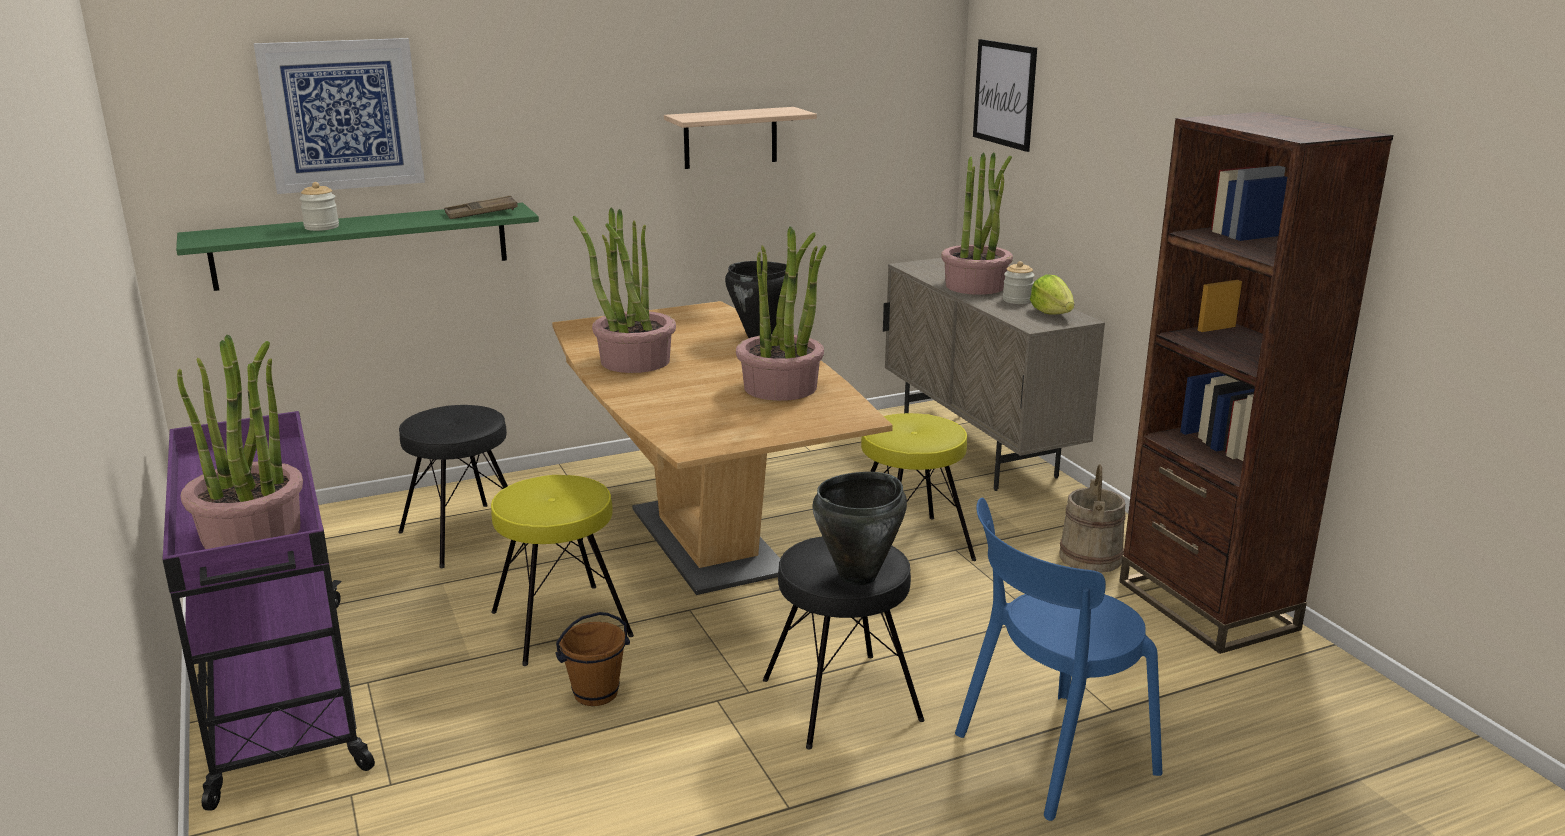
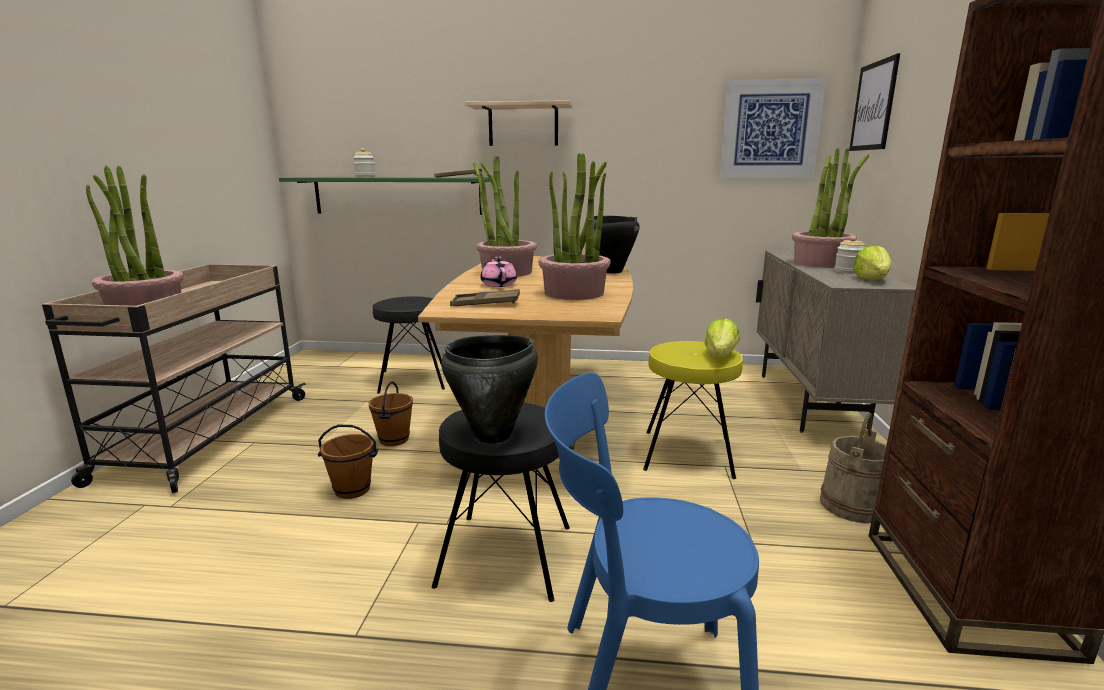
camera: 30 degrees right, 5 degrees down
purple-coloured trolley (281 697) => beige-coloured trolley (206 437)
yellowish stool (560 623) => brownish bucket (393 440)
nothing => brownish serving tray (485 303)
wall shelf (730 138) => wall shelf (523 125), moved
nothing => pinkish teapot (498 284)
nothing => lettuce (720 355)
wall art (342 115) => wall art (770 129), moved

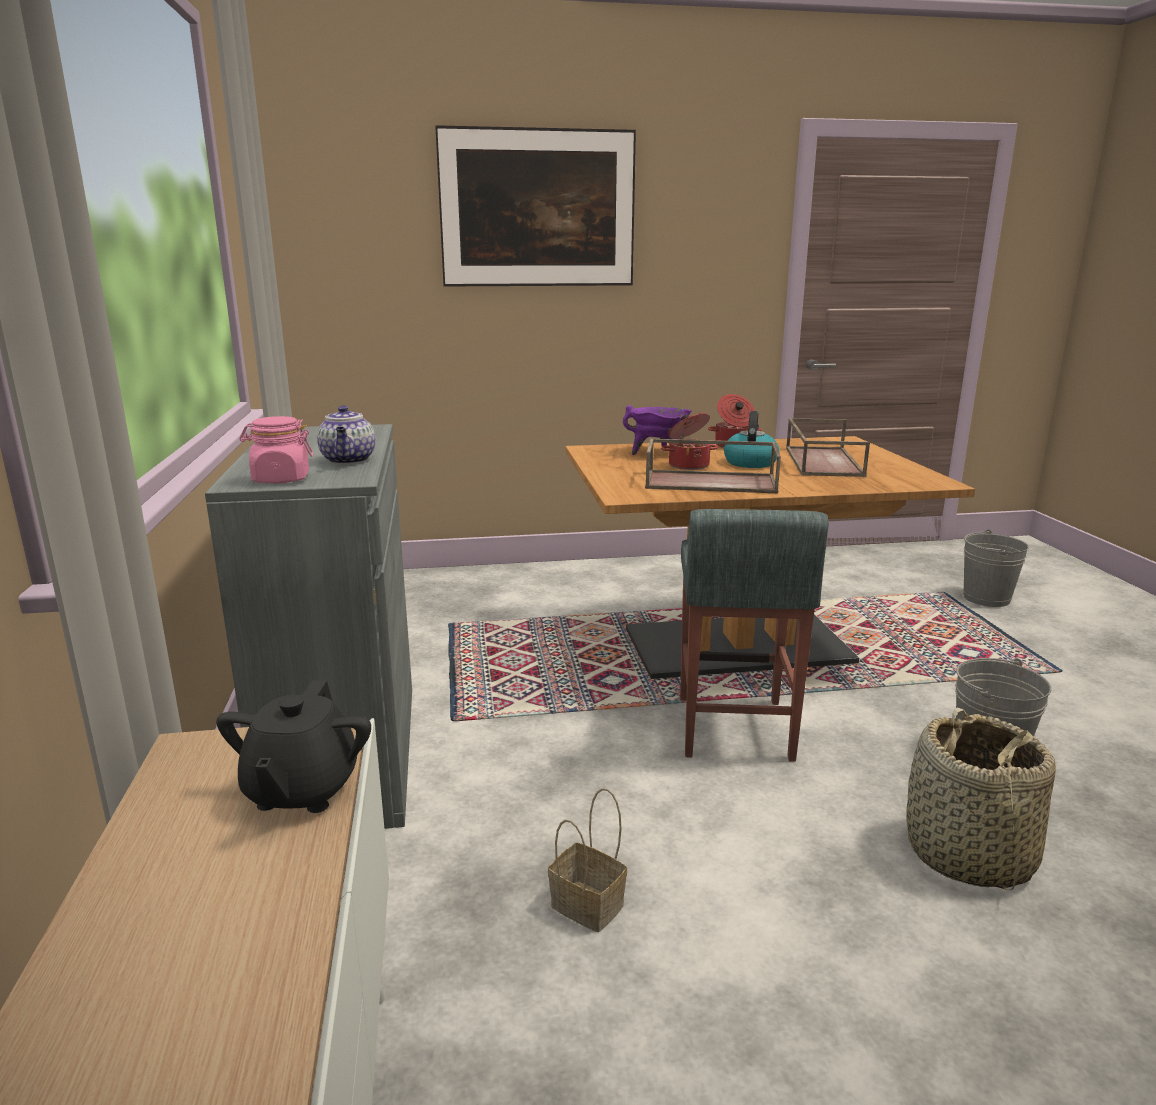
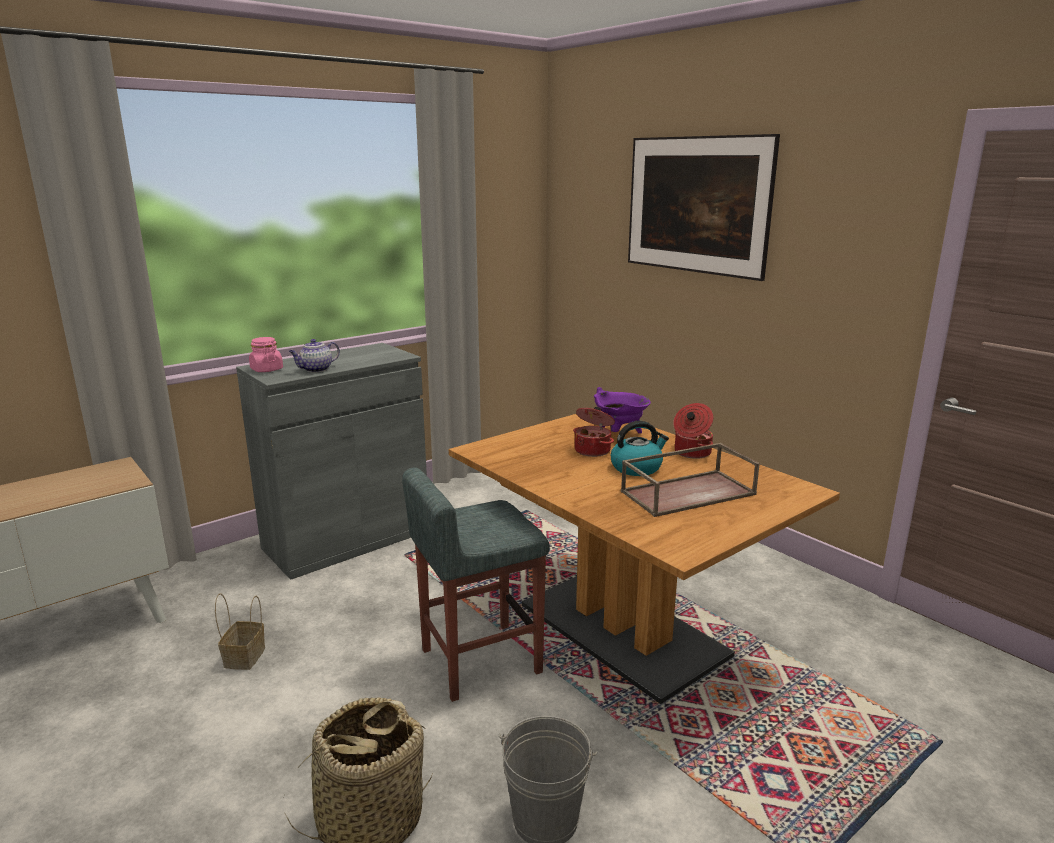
camera: 60 degrees right, 0 degrees up
black teapot (301 790) => nothing
brownish serving tray (712 482) => nothing
gray bucket (986 598) => nothing

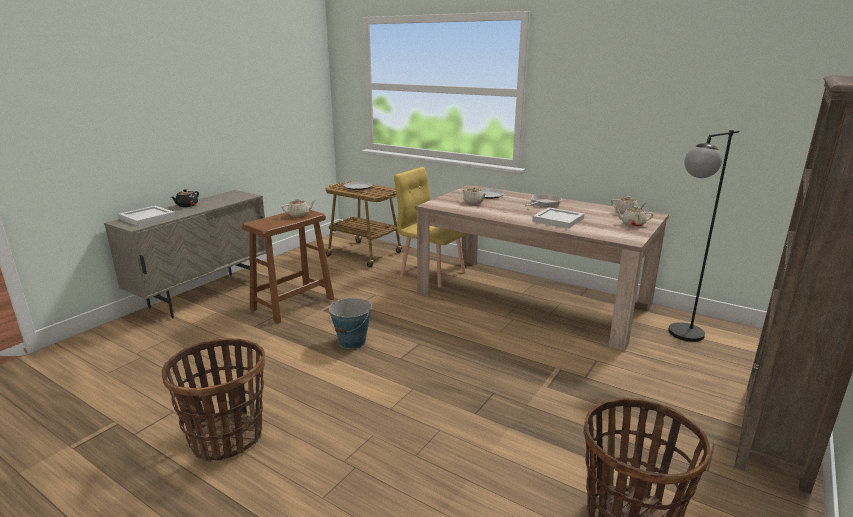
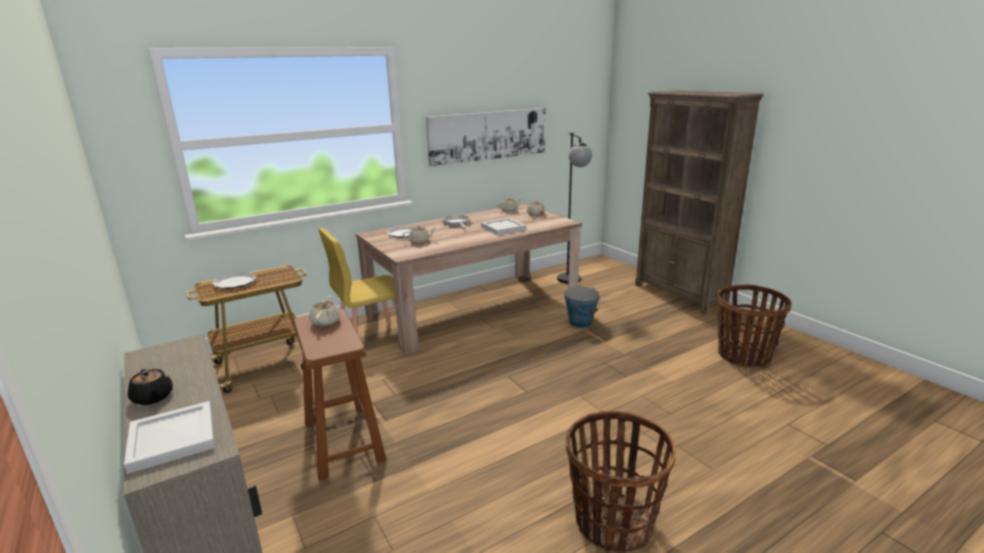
camera: 65 degrees left, 0 degrees up
nothing => wall art (489 135)
bucket (352 342) => bucket (580 323), moved

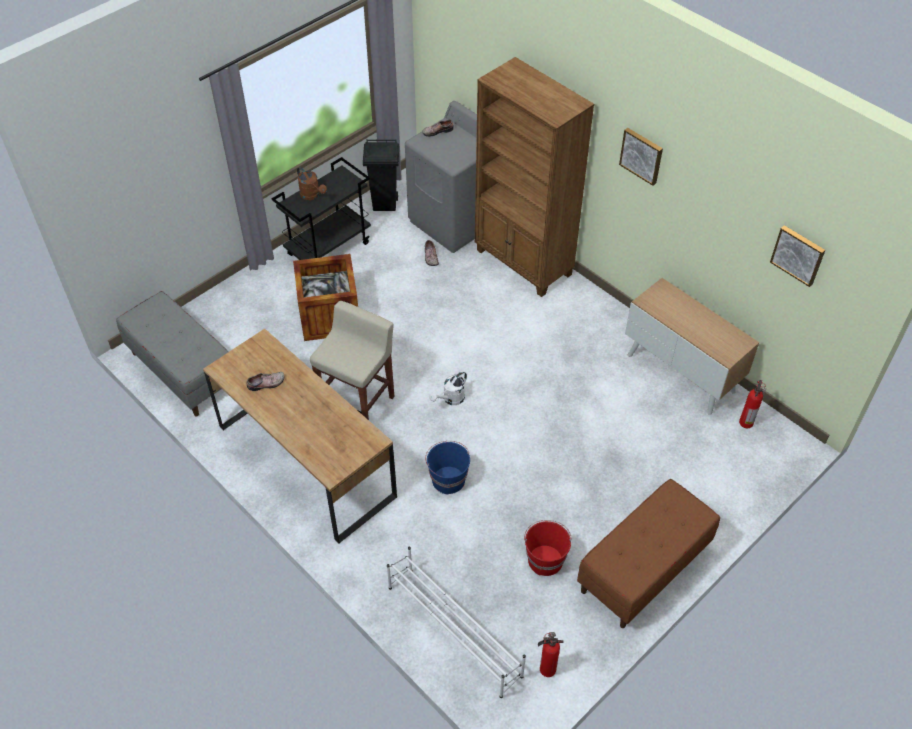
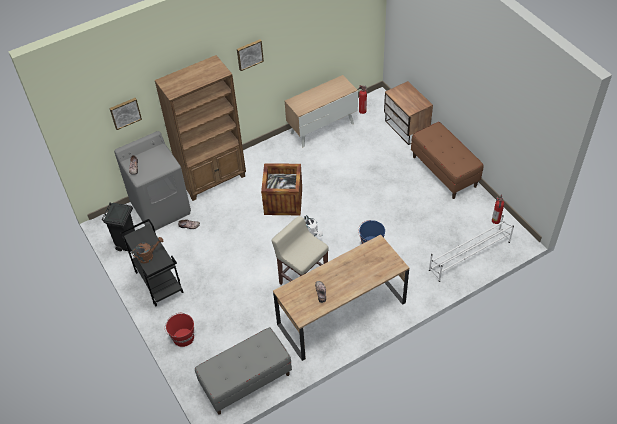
camera: 75 degrees left, 0 degrees up
wall art (798 254) => wall art (125 113), moved
red bucket (545 559) => red bucket (183 337), moved
packing crate (329 316) => packing crate (283 201), moved
nothing => nightstand (406 128)

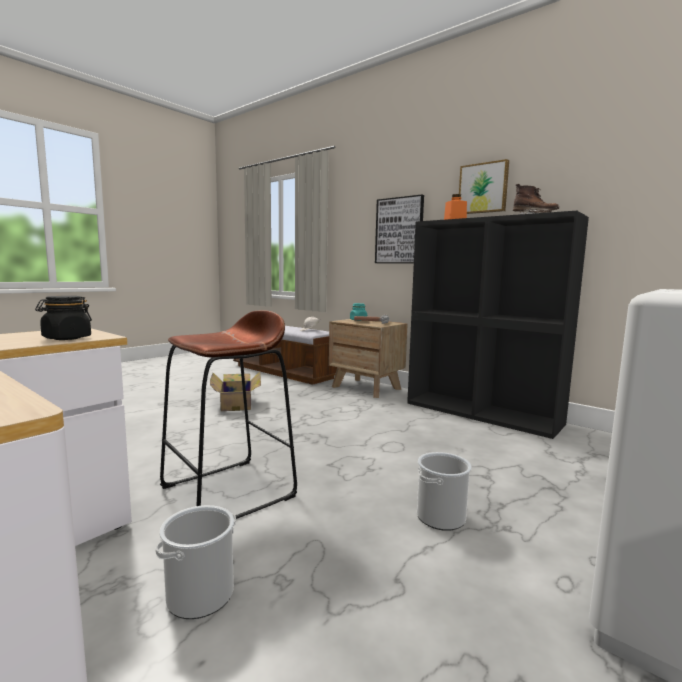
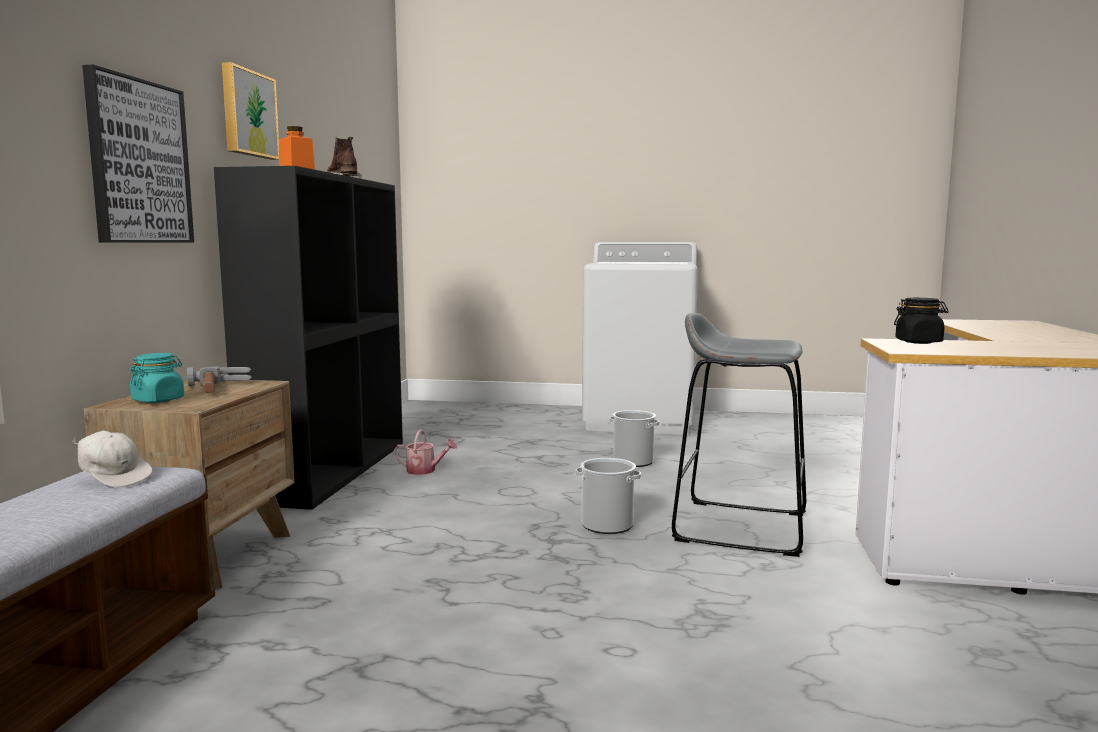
camera: 120 degrees left, 0 degrees up
nothing => sprinkling can (425 470)
bucket (200 595) => bucket (607 525), moved
brownish stool (229 492) => gray stool (740 527)
carton (237 403) => nothing

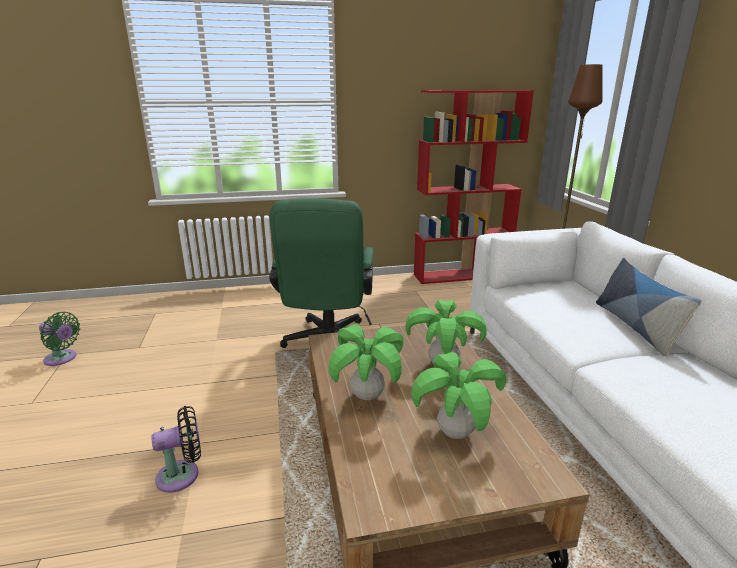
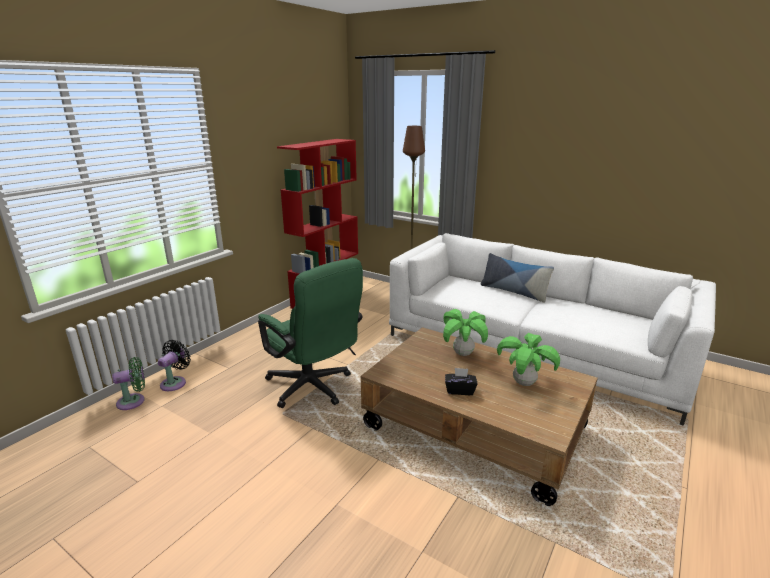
camera: 45 degrees left, 0 degrees up
green-coloured cooling fan (62 359) => green-coloured cooling fan (134 401), moved
black cooling fan (182 475) => black cooling fan (175 382), moved
plant in a pot (367 396) => black tissue holder (460 390)

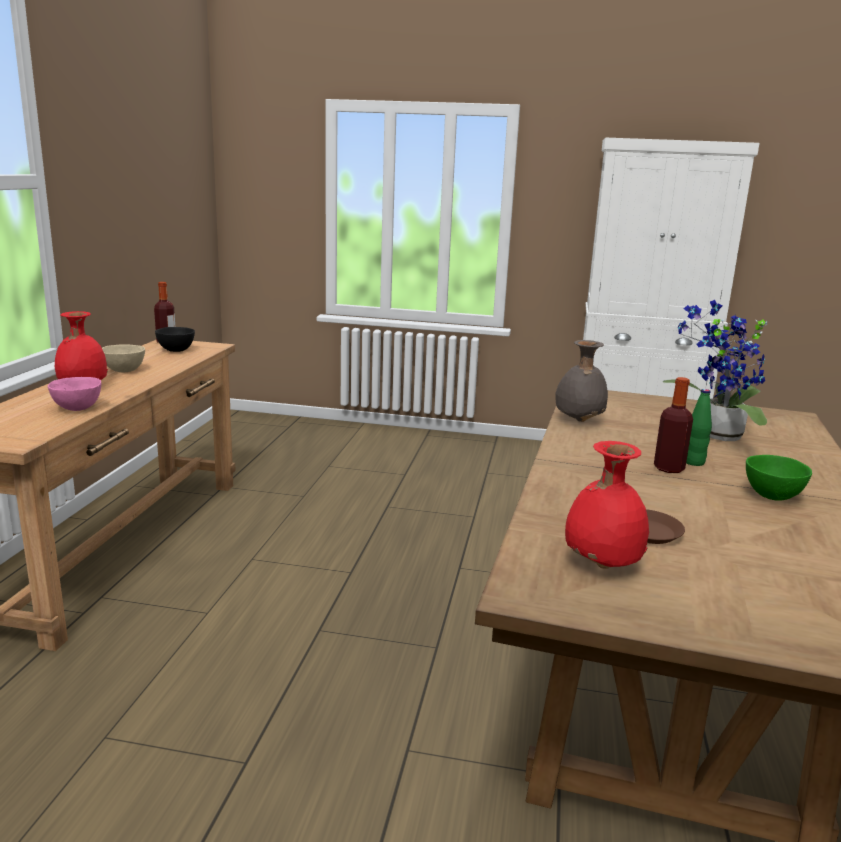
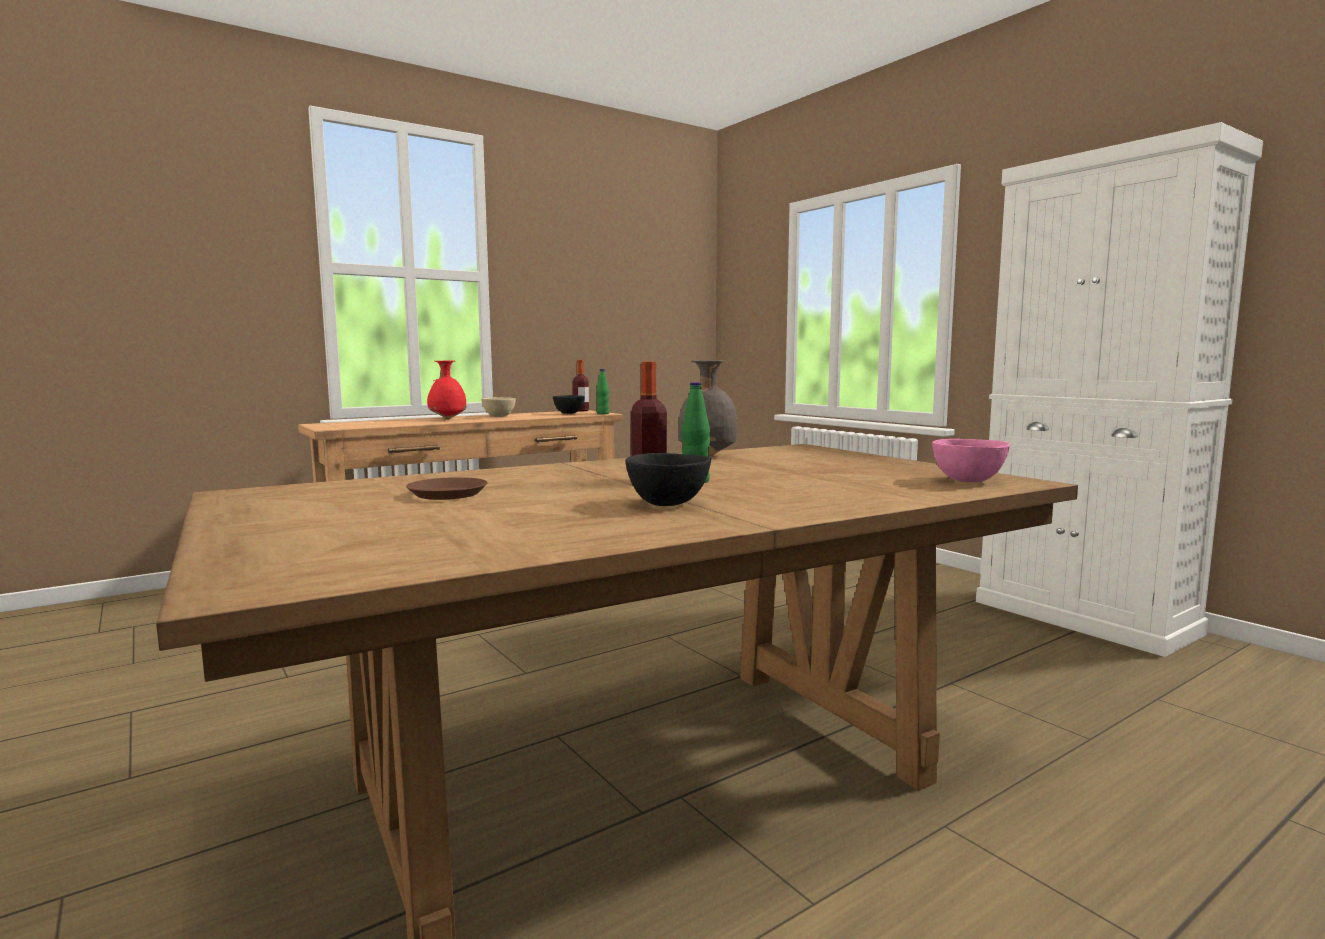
camera: 45 degrees right, 10 degrees down
nothing => green-coloured beverage bottle (603 413)
green-coloured bowl (772 495) => black bowl (669 504)
pinkish bowl (77 409) => pinkish bowl (967 481), moved
red flower vase (601 563) => nothing
plant in a pot (715 436) => nothing

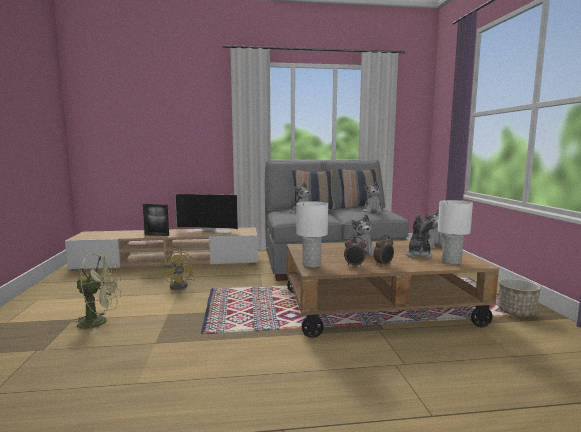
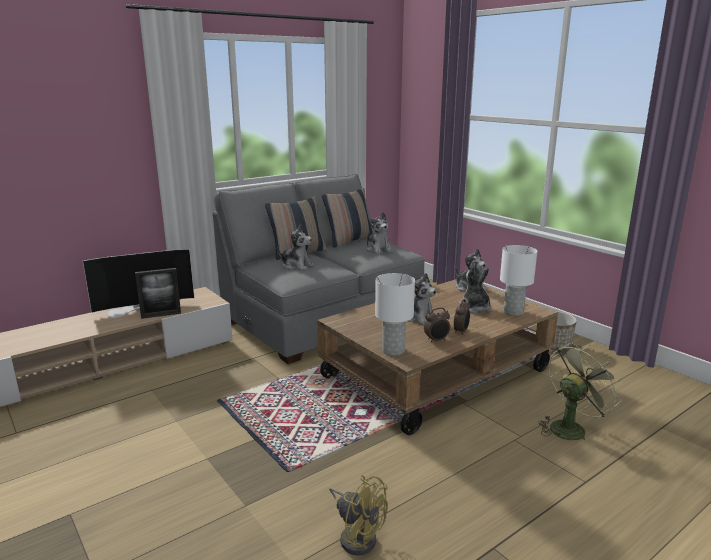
camera: 30 degrees left, 10 degrees up
picture frame (157 235) => picture frame (161 315), moved
yellowish cooling fan (181 285) => yellowish cooling fan (357 535), moved
green-coloured cooling fan (99 322) => green-coloured cooling fan (571 427), moved

